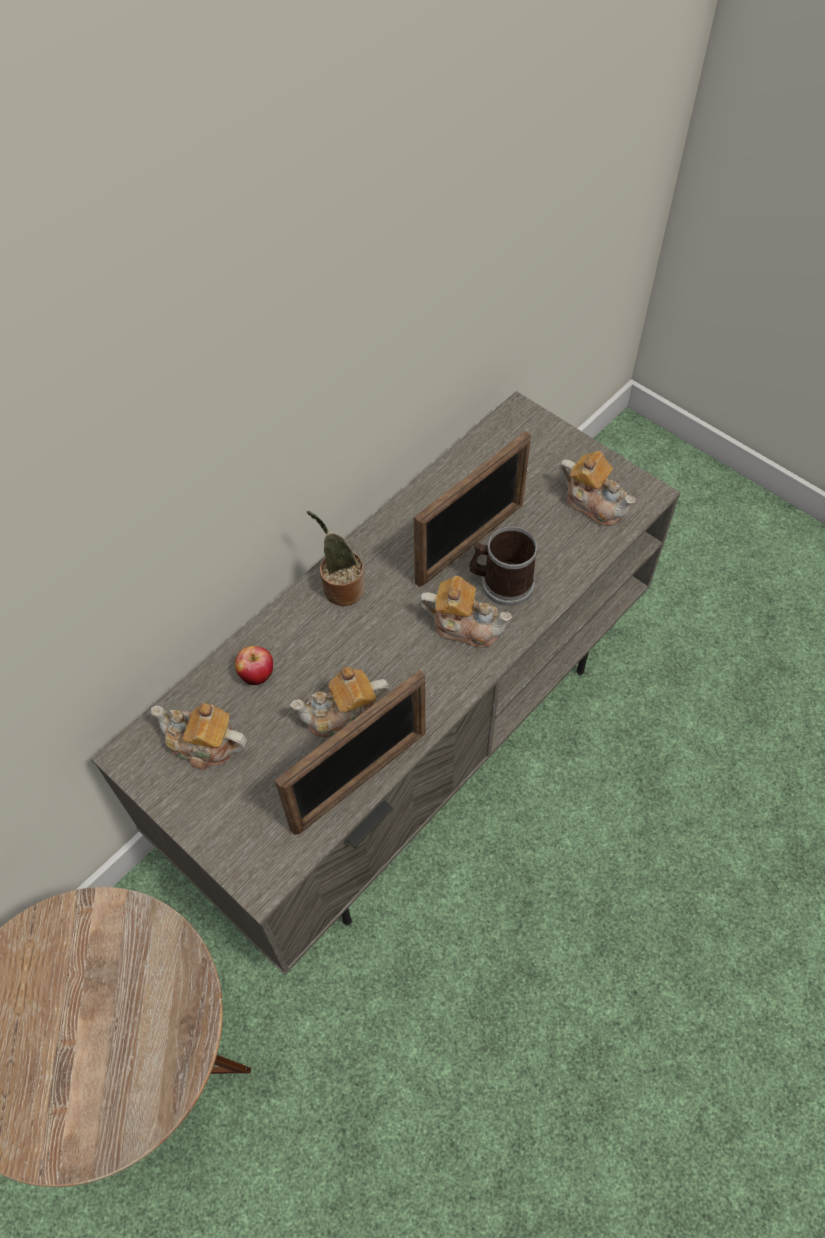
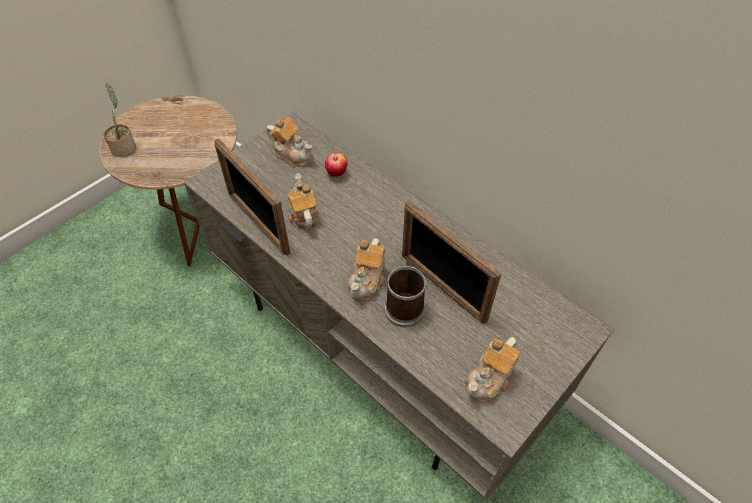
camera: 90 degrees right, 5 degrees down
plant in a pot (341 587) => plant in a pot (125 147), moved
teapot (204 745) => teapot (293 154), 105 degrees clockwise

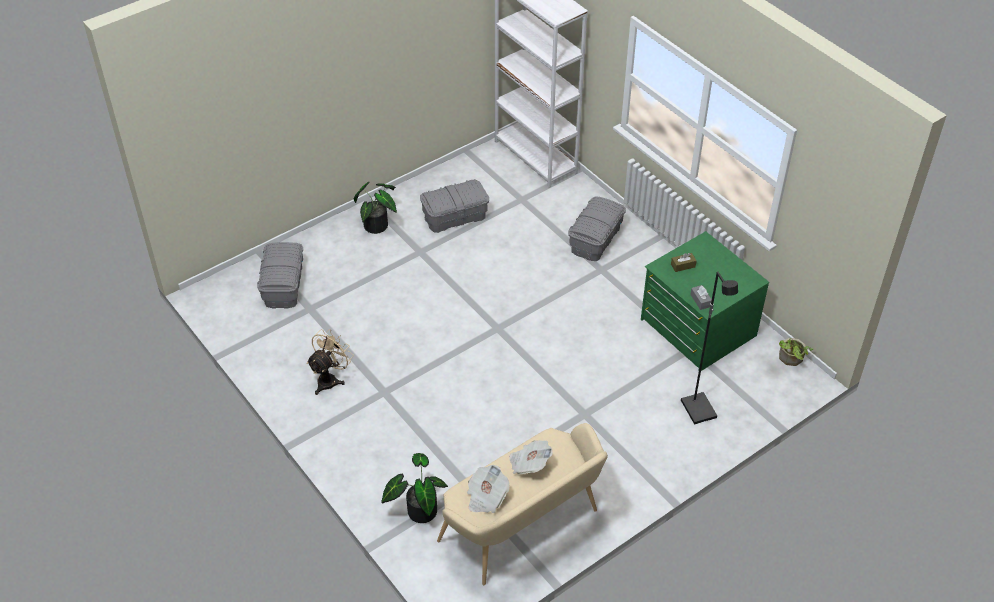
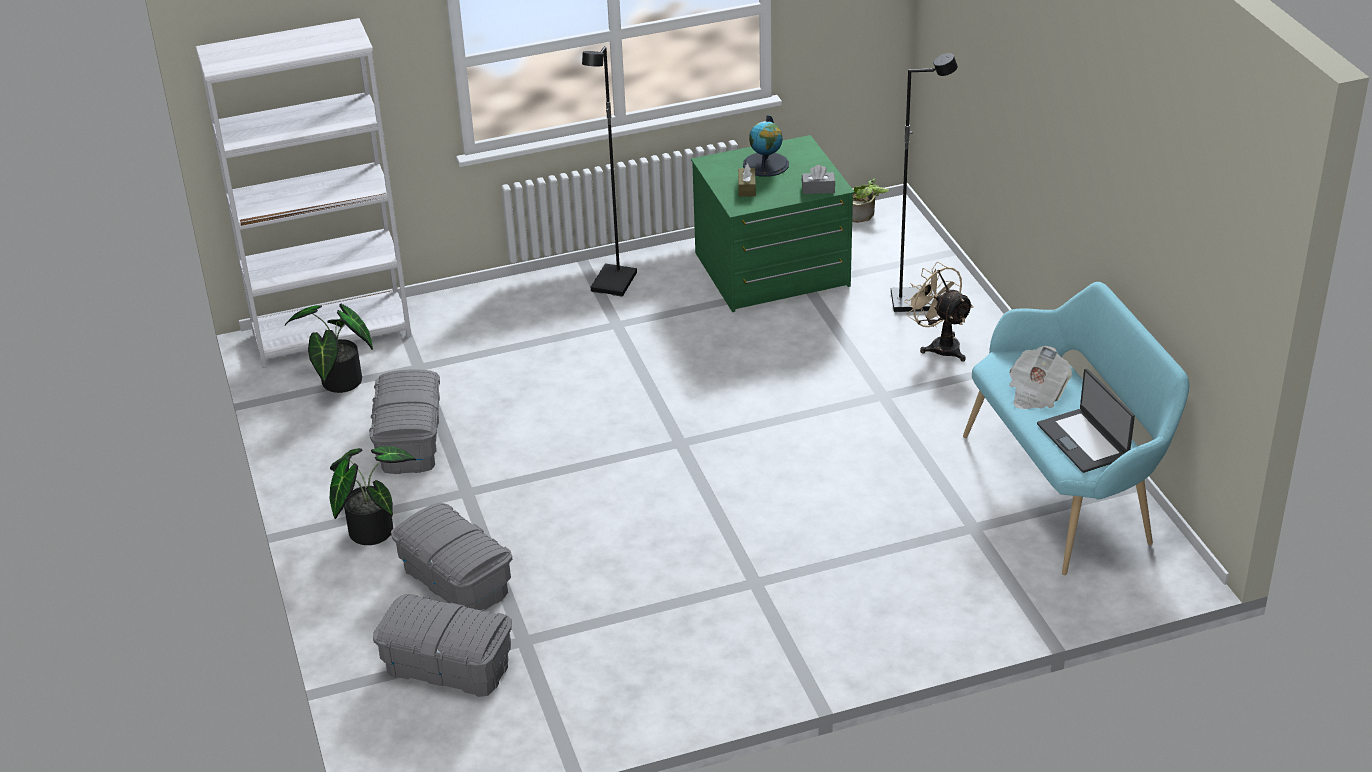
camera: 70 degrees left, 10 degrees down
plant in a pot (418 510) => plant in a pot (338 384), moved
gray storage box (595 239) => gray storage box (455 580), moved
nothing => black standing lamp (615 283)
nothing => desk globe (766 164)
beige-coloured cooling fan (330 379) => beige-coloured cooling fan (939 345), moved
beige-coloured indoor bench (524 529) => blue-green indoor bench (1066 489)
printed paper (486 497) => notebook computer (1083 441)

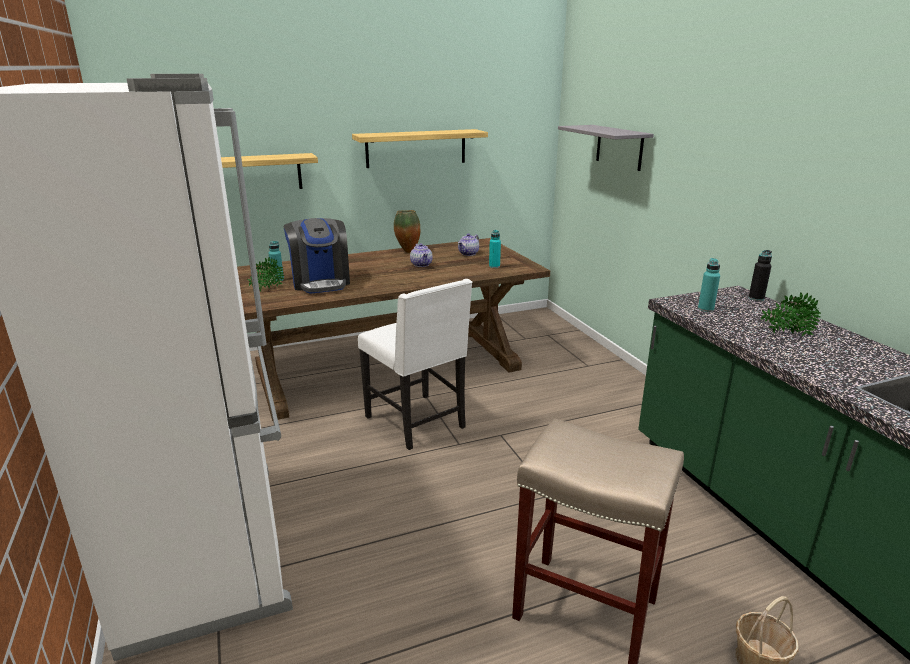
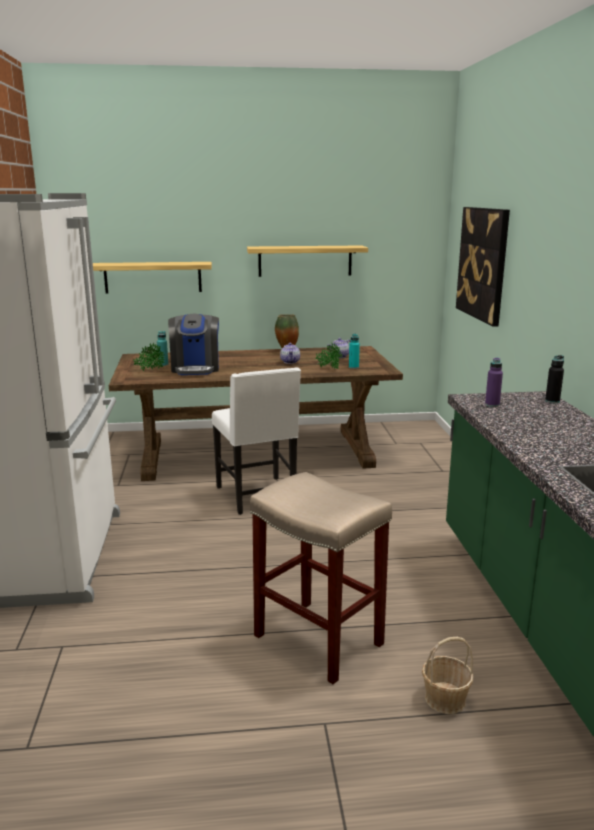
camera: 15 degrees right, 5 degrees down
plant in a pot (786 334) => plant in a pot (328 368), moved
gray wall shelf (619 147) => wall art (483 263)
blue-green beverage bottle (705 309) => purple-coloured beverage bottle (492 405)

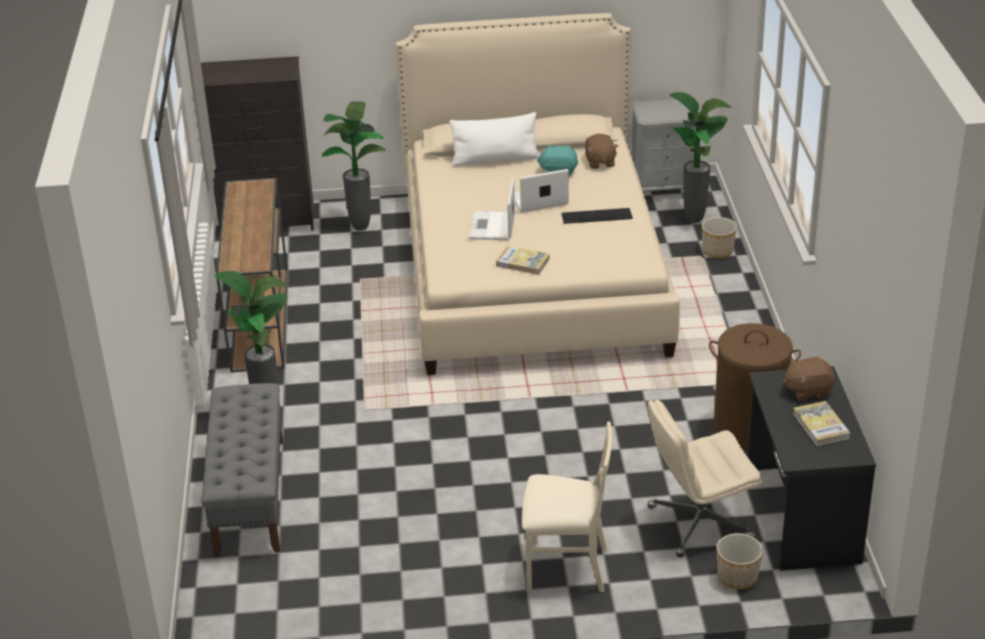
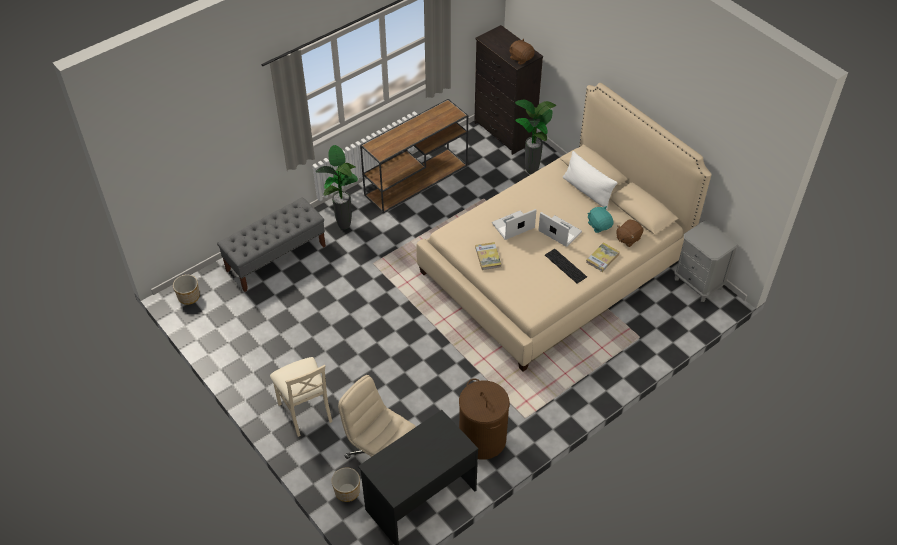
camera: 55 degrees right, 15 degrees up
flower pot (718 251) => flower pot (189 297), moved
brownish cuddly toy (807 390) => brownish cuddly toy (521 58), moved
book (821 426) => book (602 258), moved
plant in a pot (693 219) => nothing

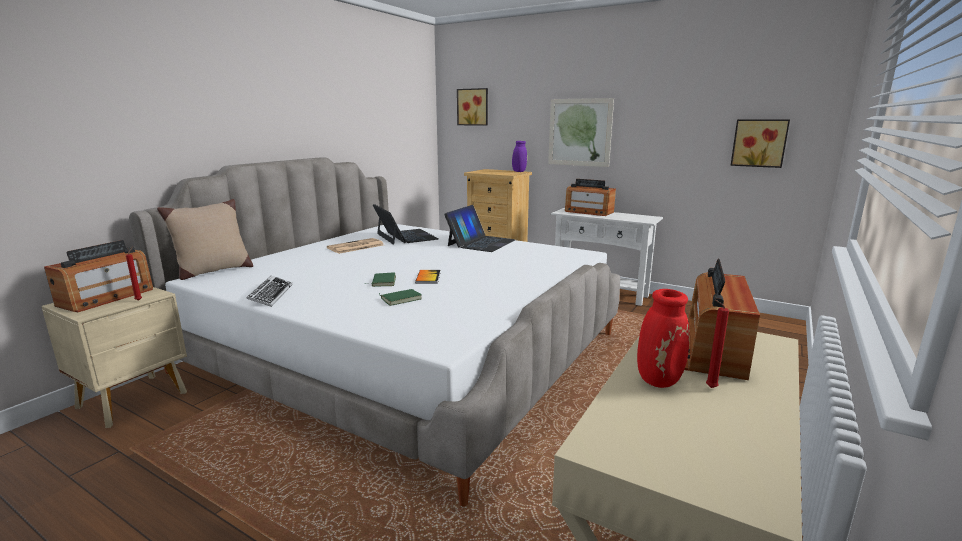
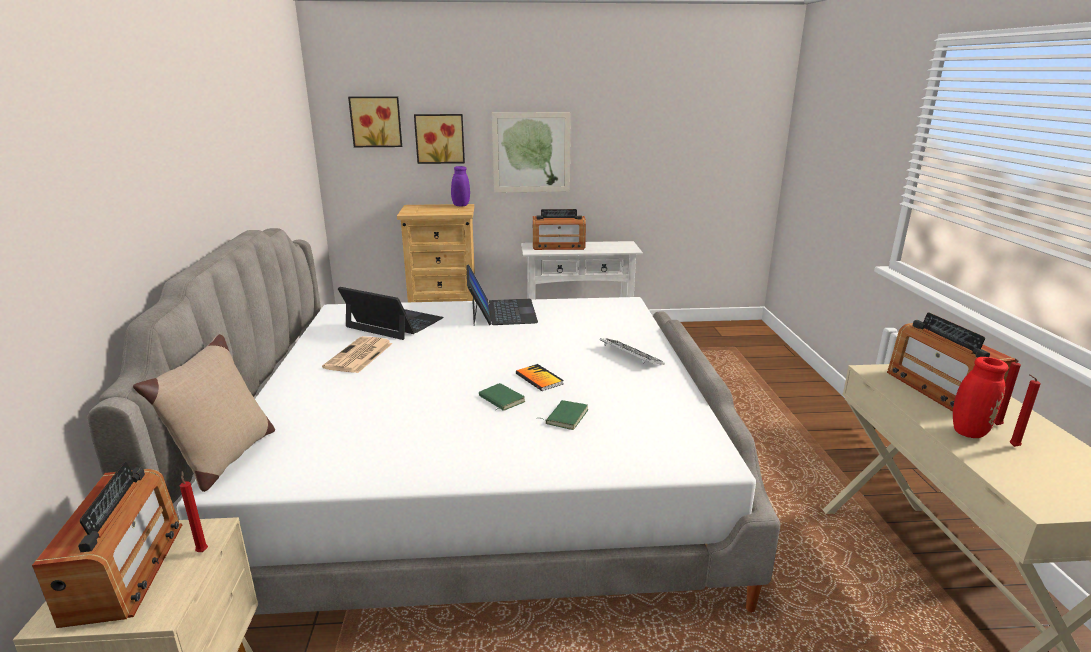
camera: 35 degrees left, 5 degrees up
wall art (759 143) => wall art (440 138), moved
computer keyboard (271 295) => computer keyboard (630 356), moved
nothing => red wax candle (1012 446)

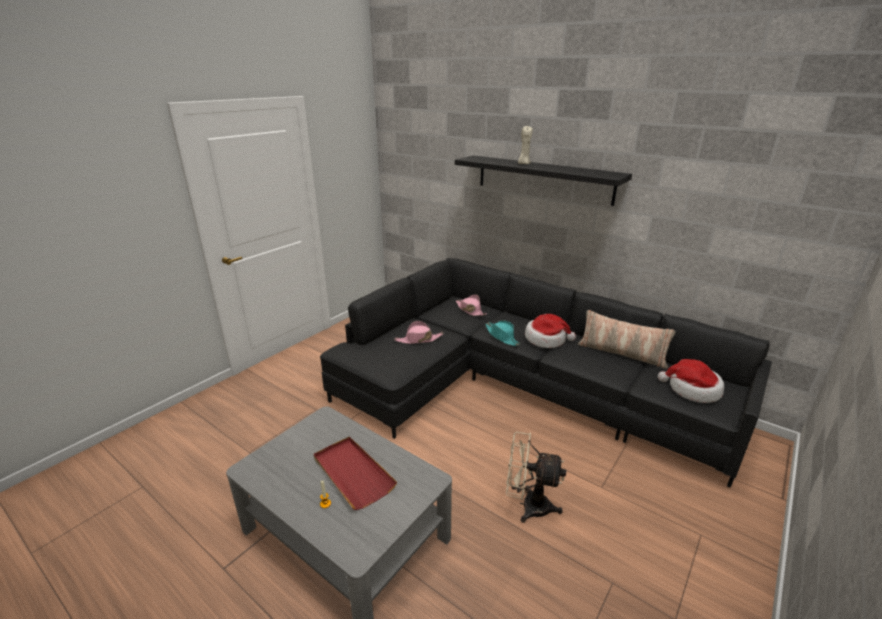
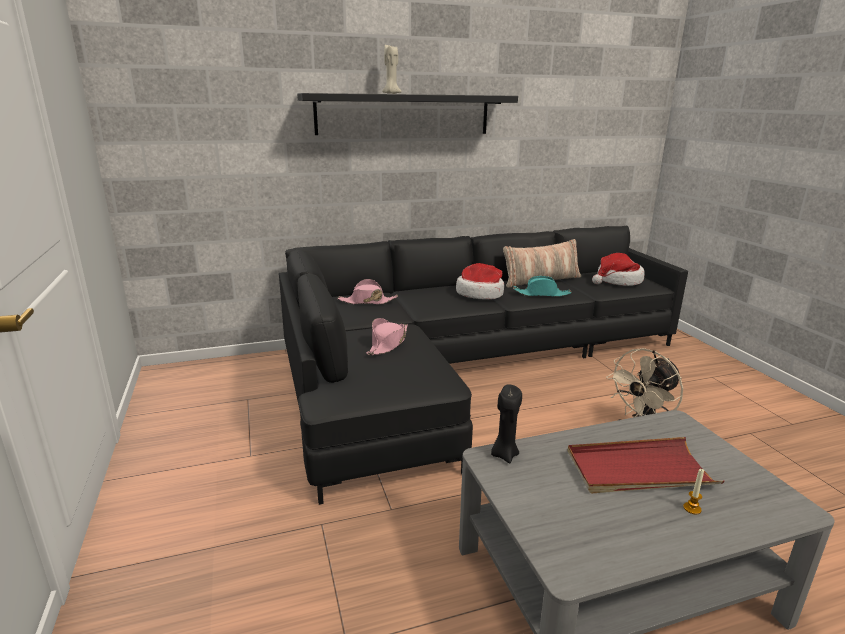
camera: 55 degrees left, 5 degrees down
nothing => black wax candle (504 454)
blue-green wearable hat (502 337) => blue-green wearable hat (542 294), moved

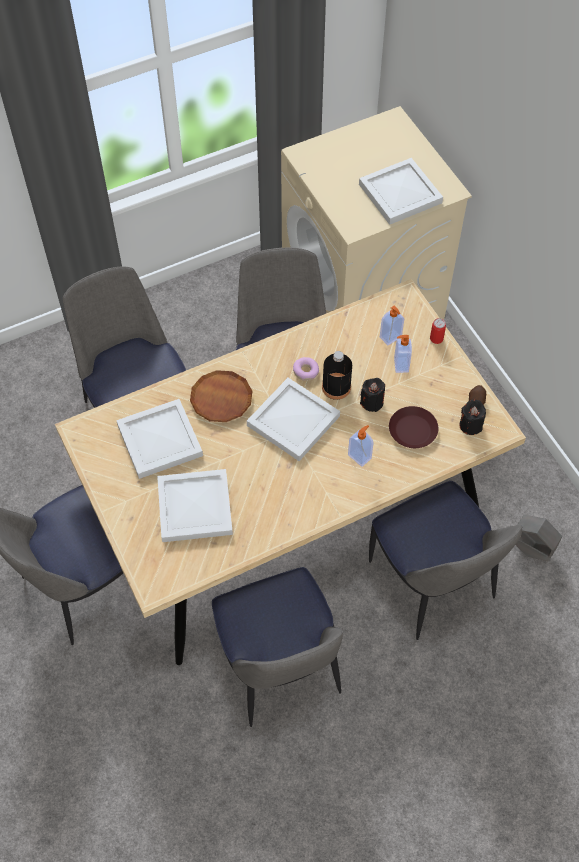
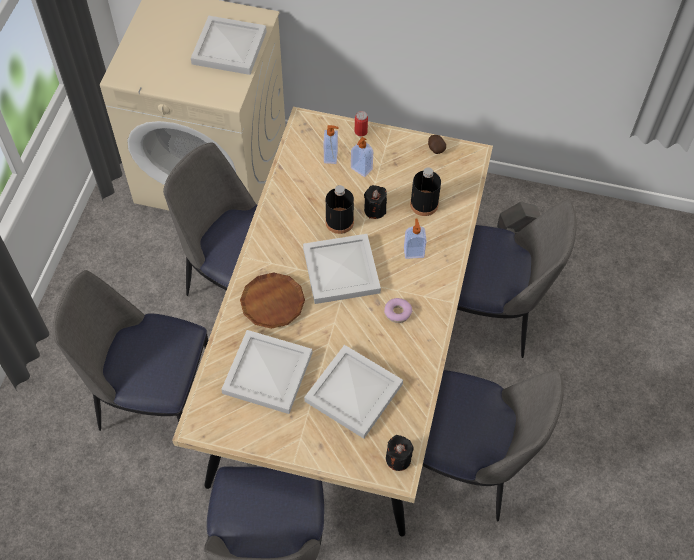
camera: 50 degrees left, 0 degrees up
ring doughnut (306 371) => ring doughnut (397 313), moved
black wax candle (470 425) => black wax candle (398 459), moved
brownish plate (413 431) => black beverage bottle (424 204)

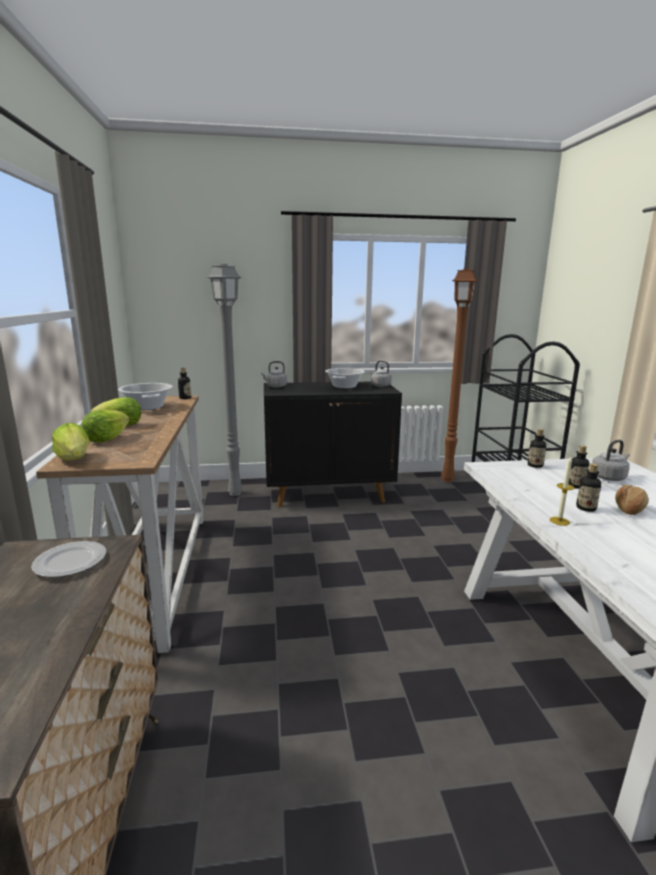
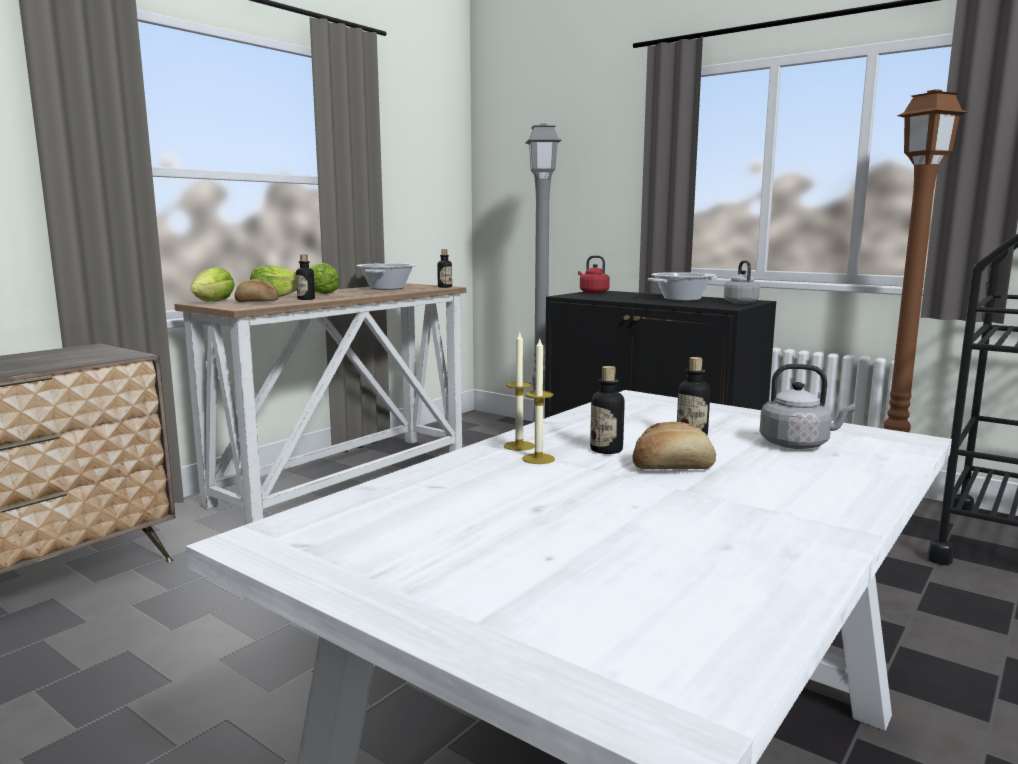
camera: 45 degrees right, 5 degrees down
nothing => bread (257 302)
beverage bottle (535 465) => beverage bottle (306 299), moved
nothing => wax candle (538 459)
gray kettle (275 386) => red kettle (592 292)
plate (70 562) => nothing

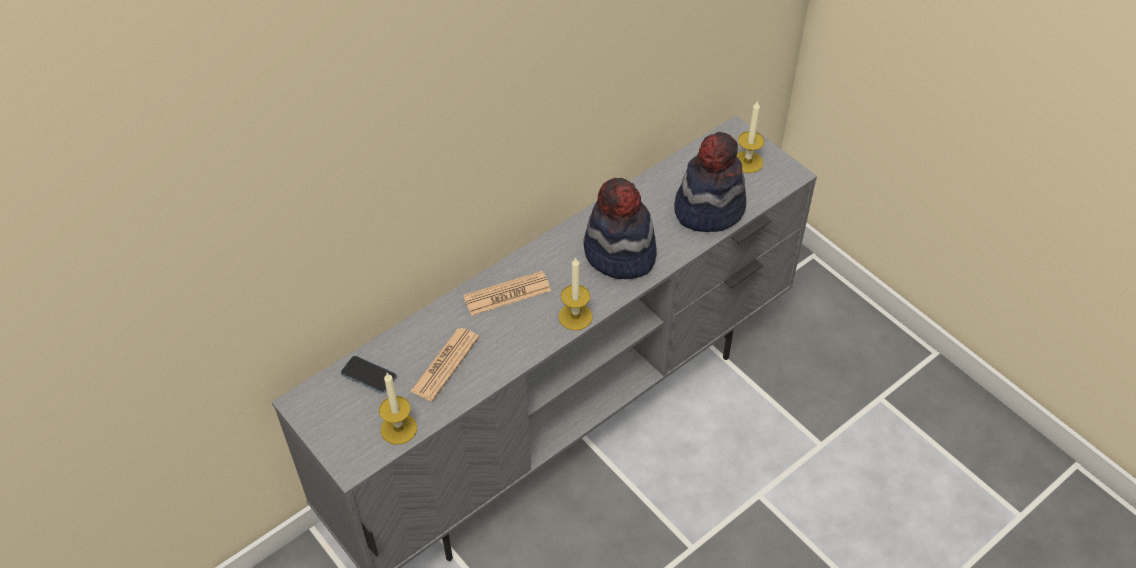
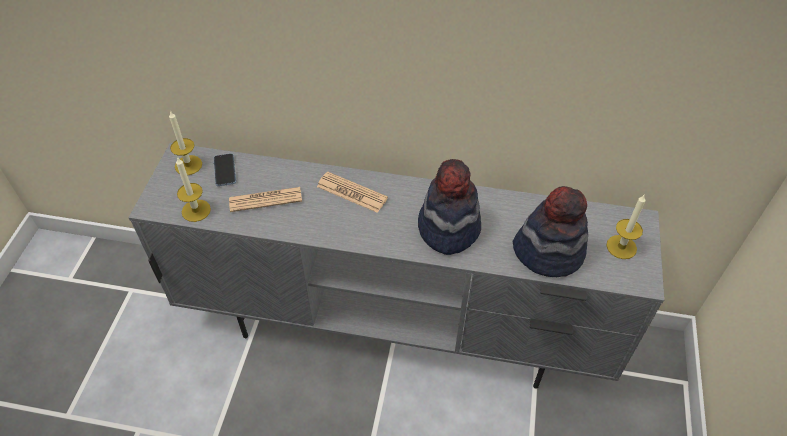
camera: 50 degrees right, 0 degrees up
wax candle (575 316) => wax candle (188 165), moved

